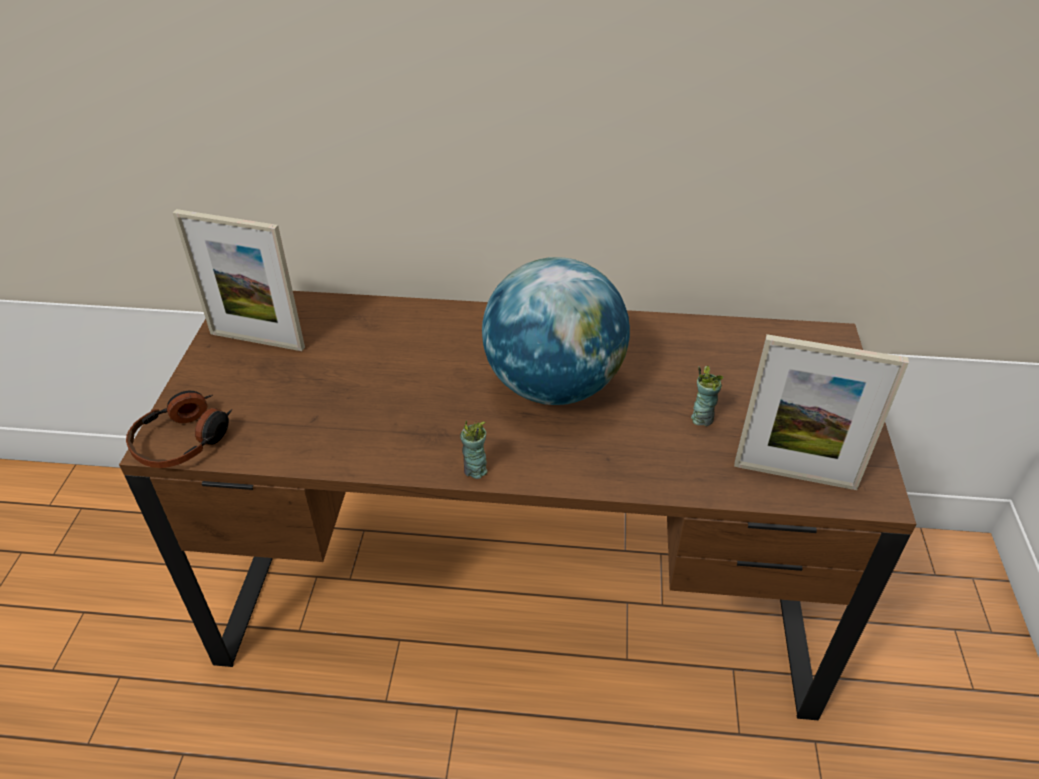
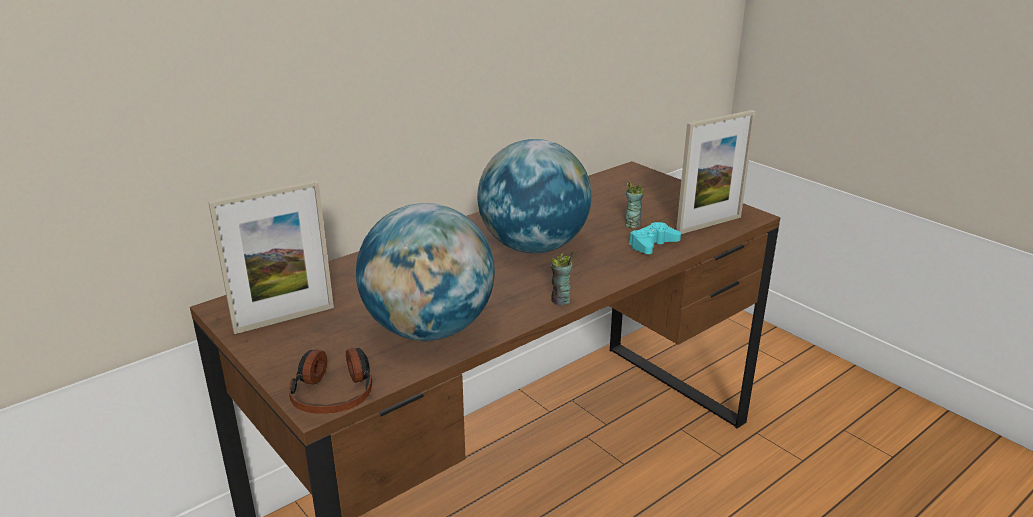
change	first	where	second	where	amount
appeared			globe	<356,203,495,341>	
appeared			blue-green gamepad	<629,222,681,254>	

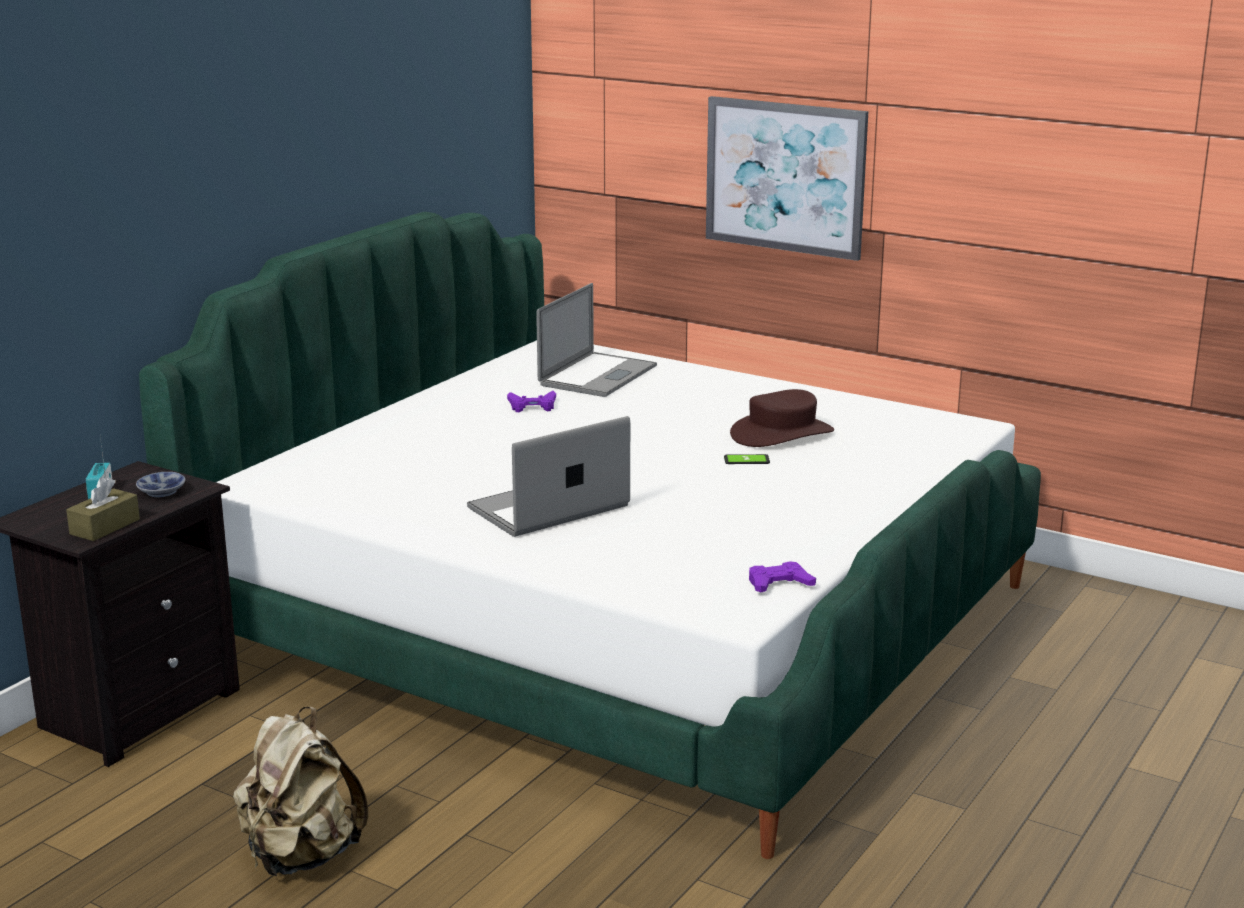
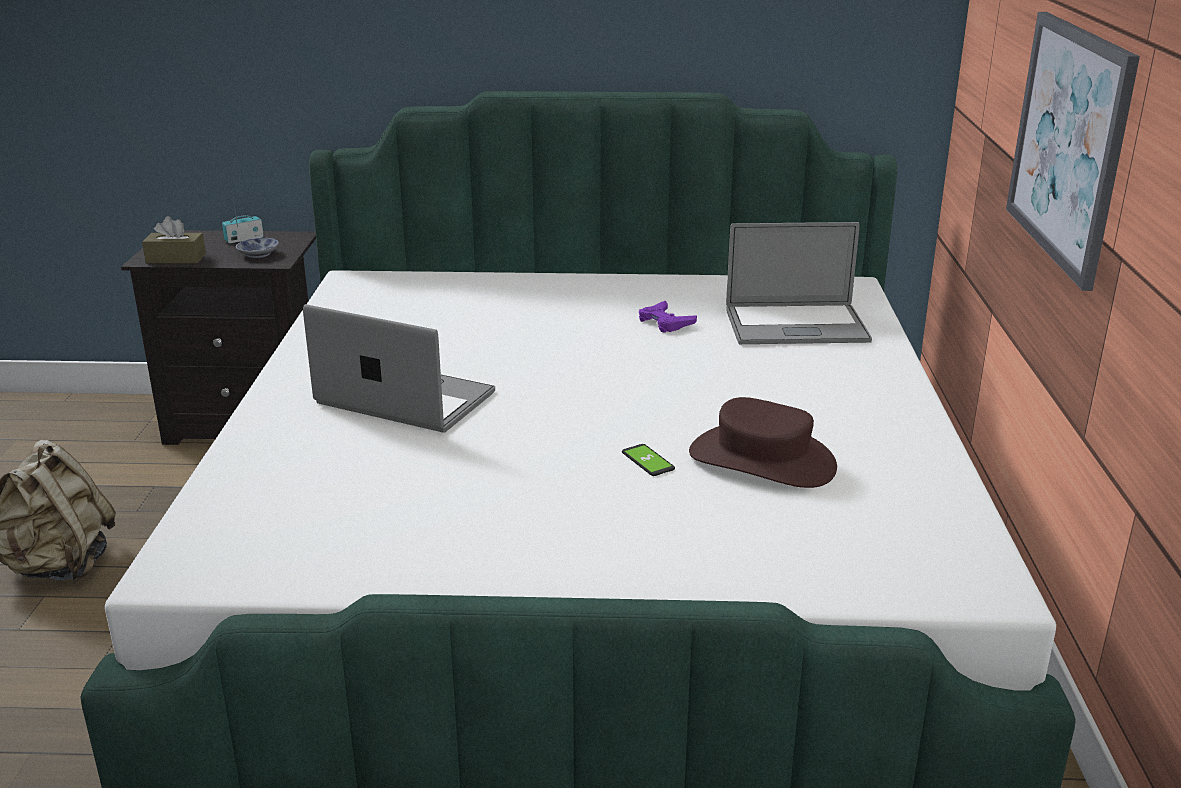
change	first	where	second	where	amount
missing	purple-coloured gamepad	<749,561,816,592>			

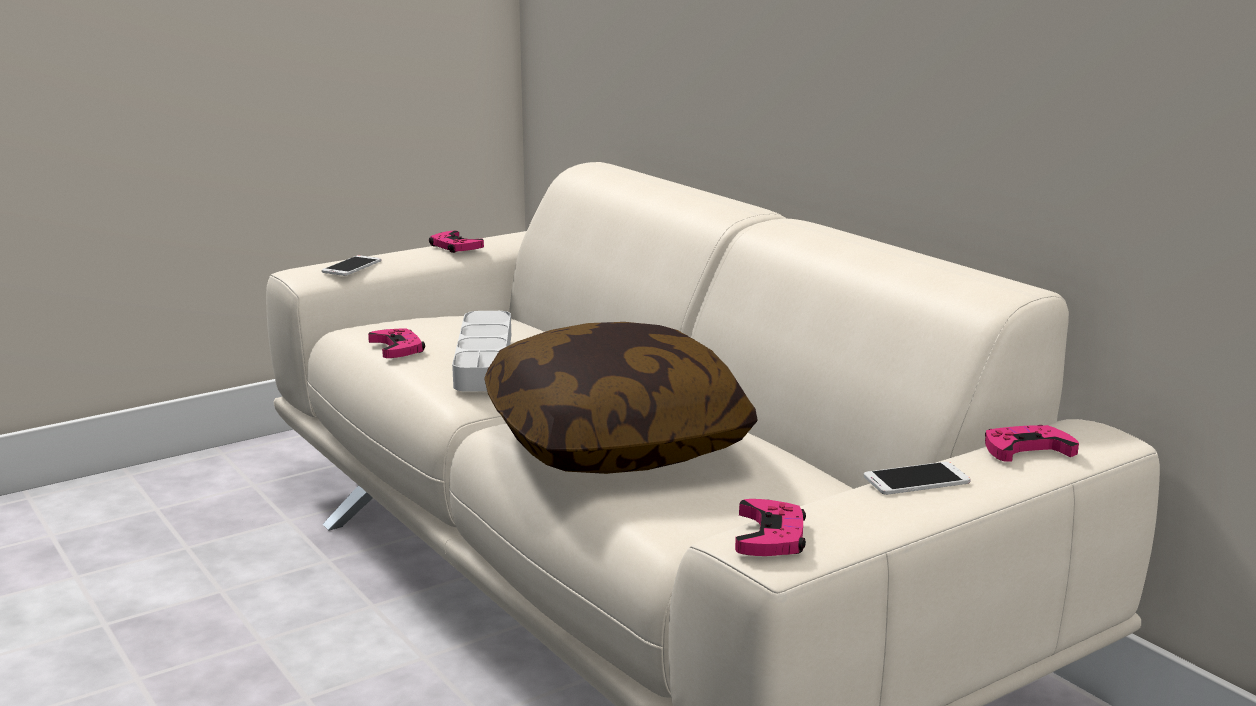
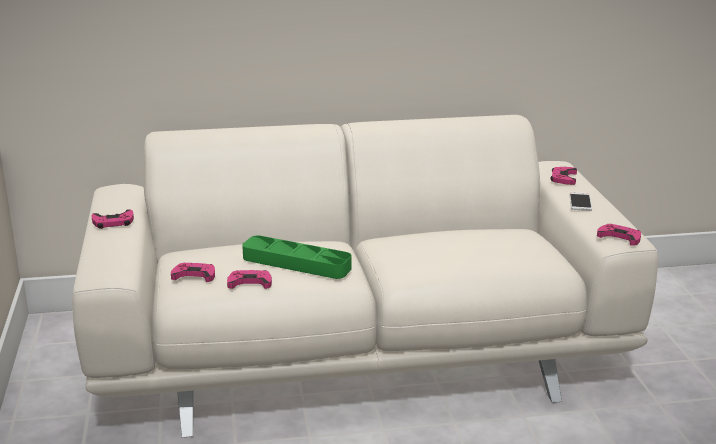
change	first	where	second	where	amount
missing	telephone	<322,255,381,276>			
colour	gray tray	<452,311,511,392>	green tray	<242,235,352,279>	
missing	cushion	<485,322,757,474>			
appeared			pinkish gamepad	<171,263,215,282>	

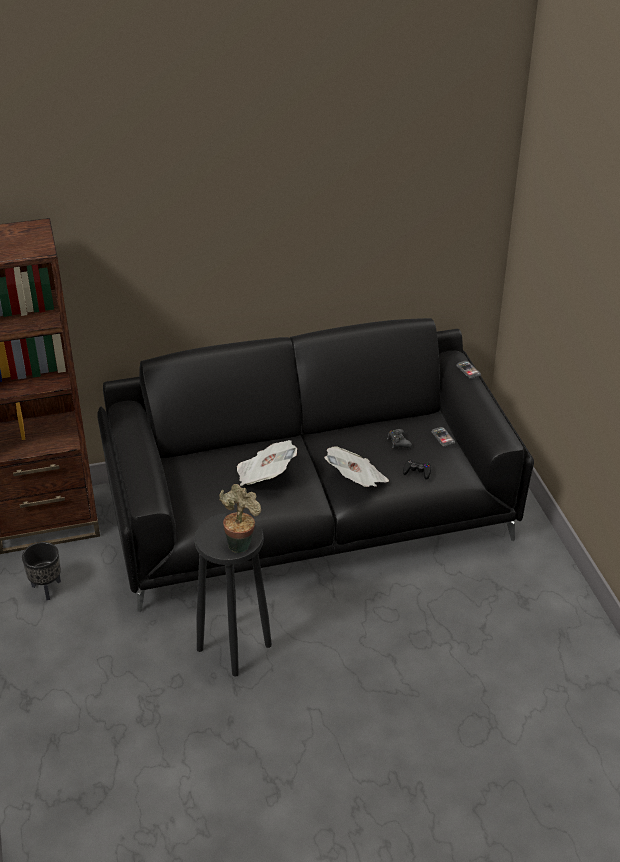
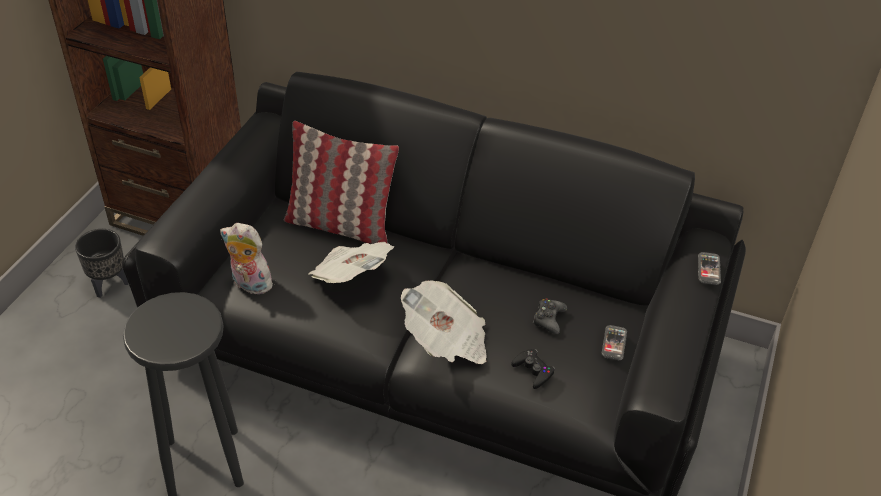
change	first	where	second	where	amount
missing	potted plant	<219,484,261,553>			
appeared			cushion	<284,121,399,244>	
appeared			soft toy	<220,223,273,294>	

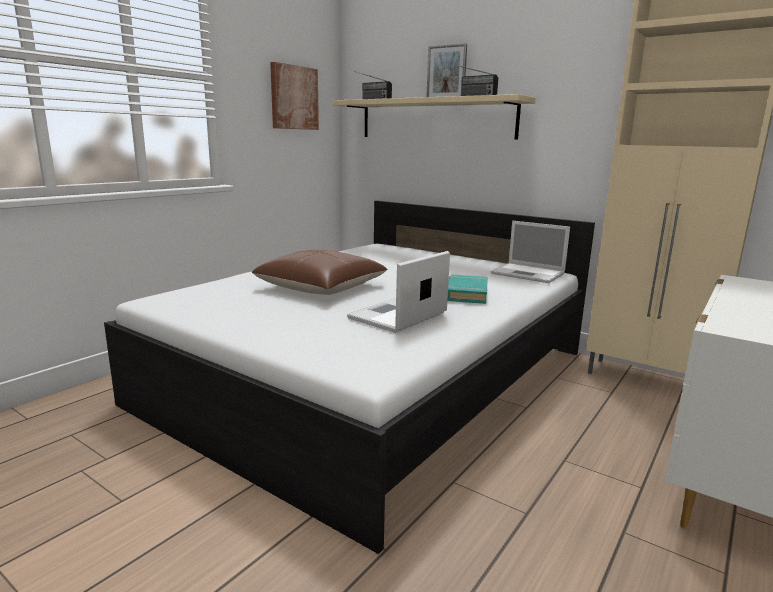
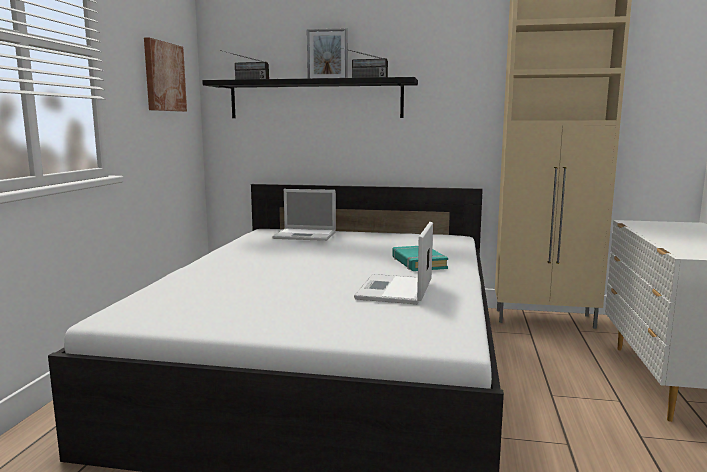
change	first	where	second	where	amount
colour	beige-coloured wall shelf	<333,94,536,140>	blackish wall shelf	<202,77,418,118>	
relocated	notebook computer	<491,221,570,283>		<272,189,336,241>	
missing	brown cushion	<252,250,388,295>			

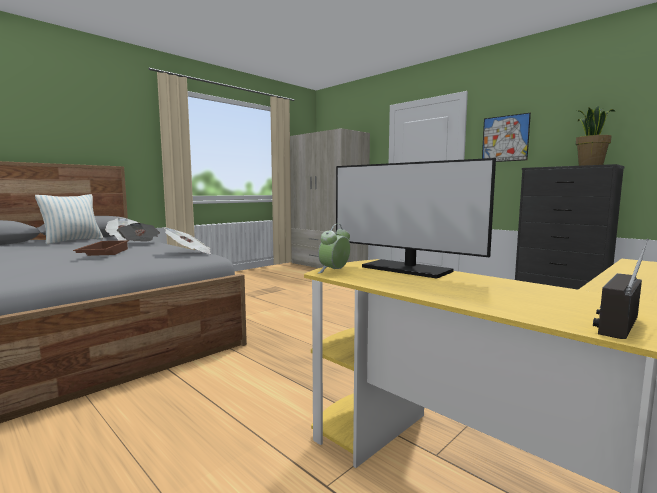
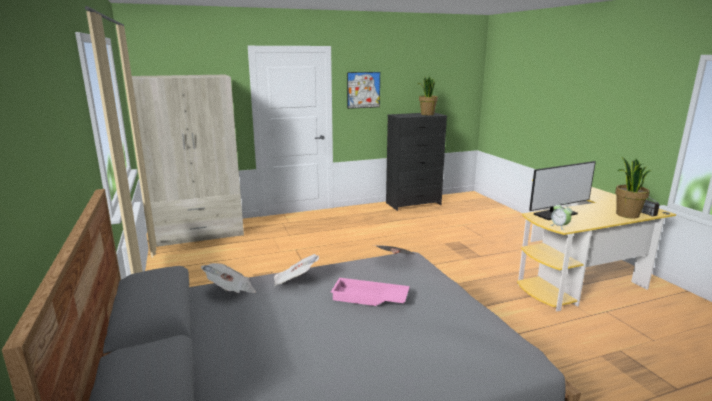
change	first	where	second	where	amount
missing	cushion	<35,194,103,244>			
colour	brown tray	<73,240,129,256>	pinkish tray	<331,278,410,306>	
appeared			potted plant	<615,156,652,219>	

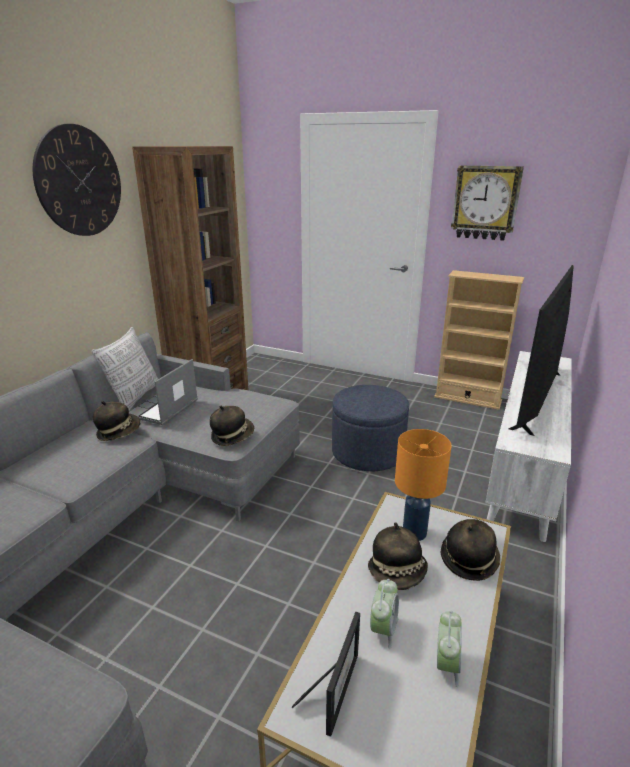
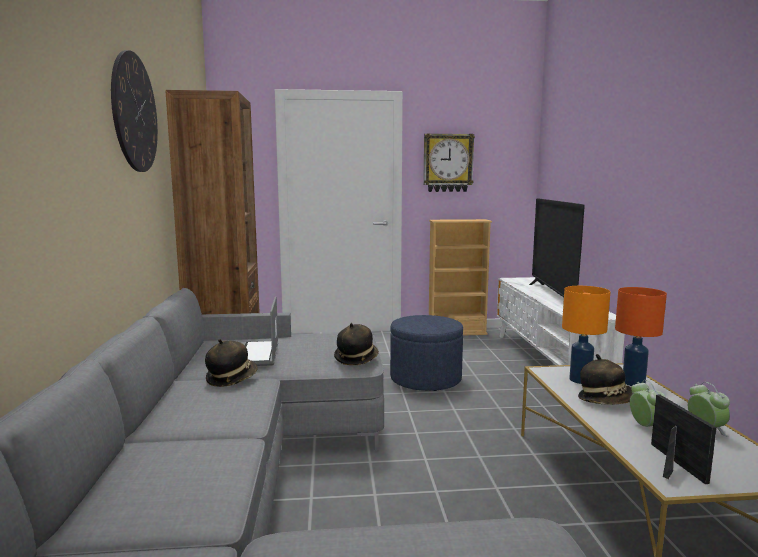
change	first	where	second	where	amount
missing	cushion	<91,327,158,410>			
exchanged	clothing hat	<440,519,500,581>	orangey tabletop lamp	<615,287,667,386>	

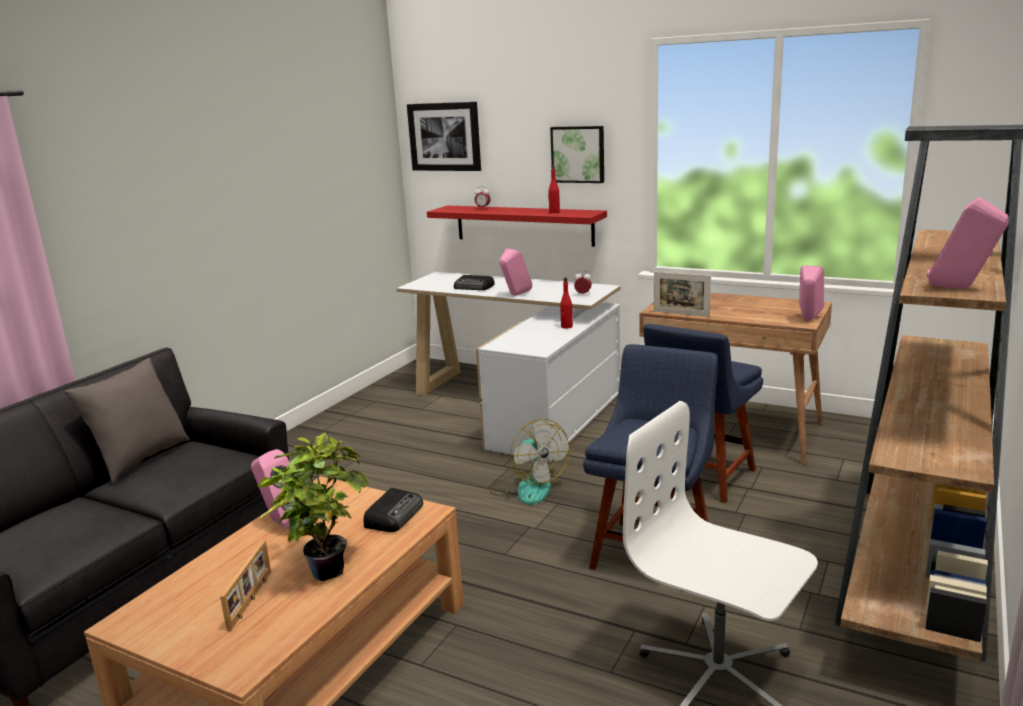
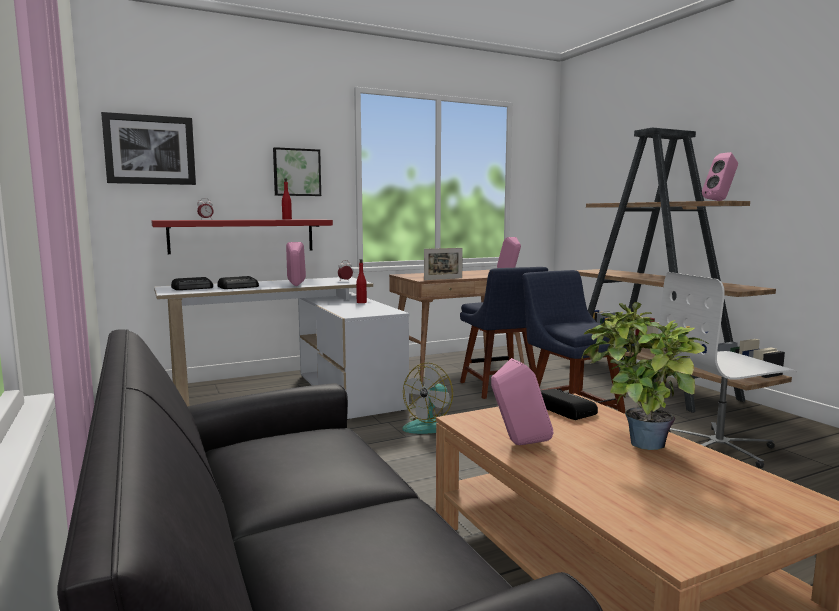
change	first	where	second	where	amount
missing	gray cushion	<64,358,190,483>			
spun	fan	<490,419,570,505>		<402,363,453,434>	120 degrees clockwise
missing	picture frame	<220,540,271,631>			
appeared			radio set	<171,277,213,290>	

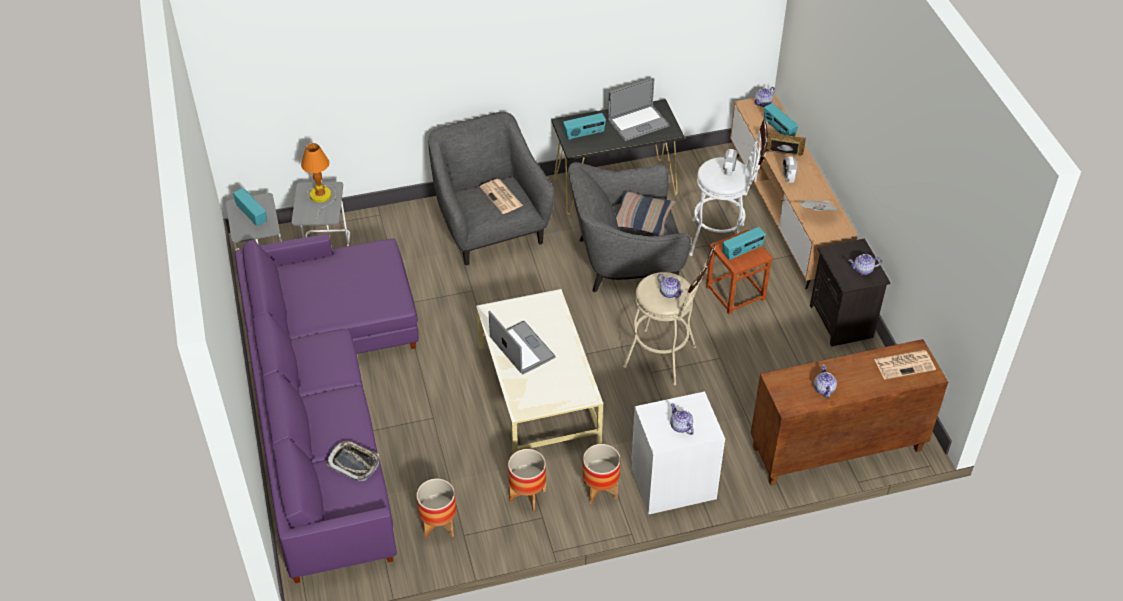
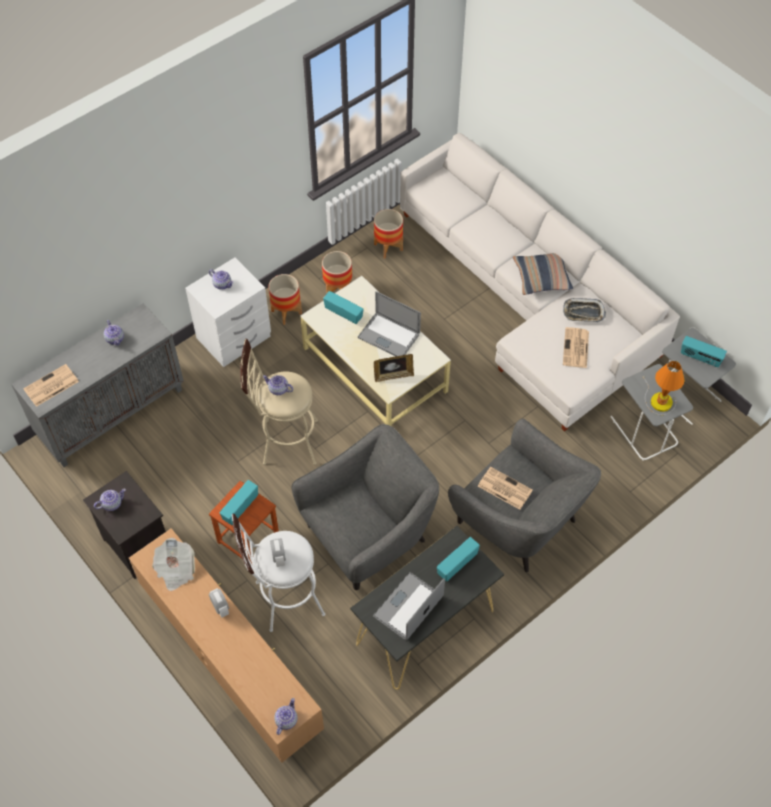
change	first	where	second	where	amount
relocated	radio set	<764,103,798,136>		<323,291,364,324>	
relocated	picture frame	<766,132,806,156>		<374,354,414,382>	
relocated	cushion	<616,191,676,236>		<513,253,573,295>	
colour	purple-coloured settee	<235,234,419,583>	whitish settee	<400,133,680,431>	
colour	brown storage cabinet	<751,339,948,485>	gray storage cabinet	<11,303,184,467>	
relocated	tray	<327,441,379,481>		<563,298,606,322>	
appeared			daily paper	<563,327,589,368>	

